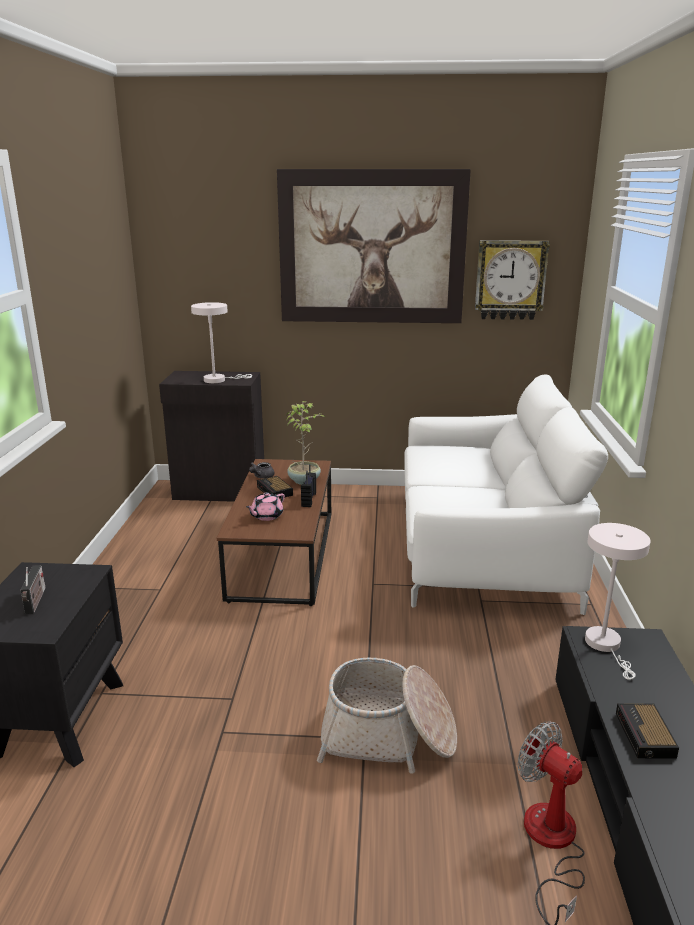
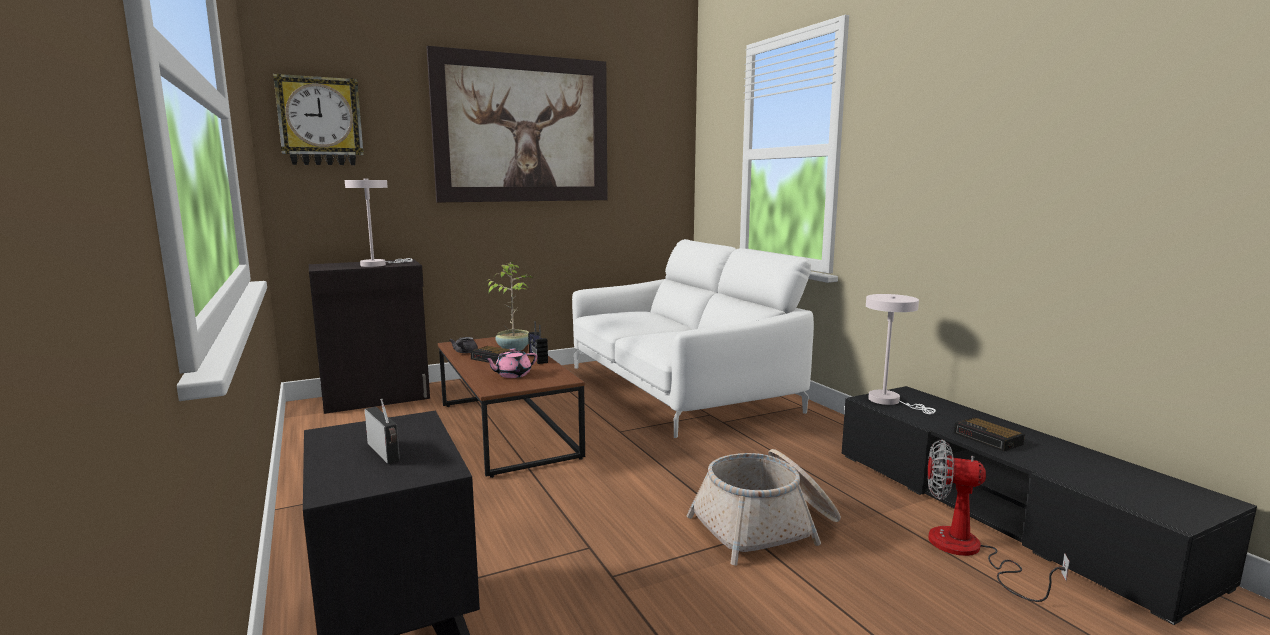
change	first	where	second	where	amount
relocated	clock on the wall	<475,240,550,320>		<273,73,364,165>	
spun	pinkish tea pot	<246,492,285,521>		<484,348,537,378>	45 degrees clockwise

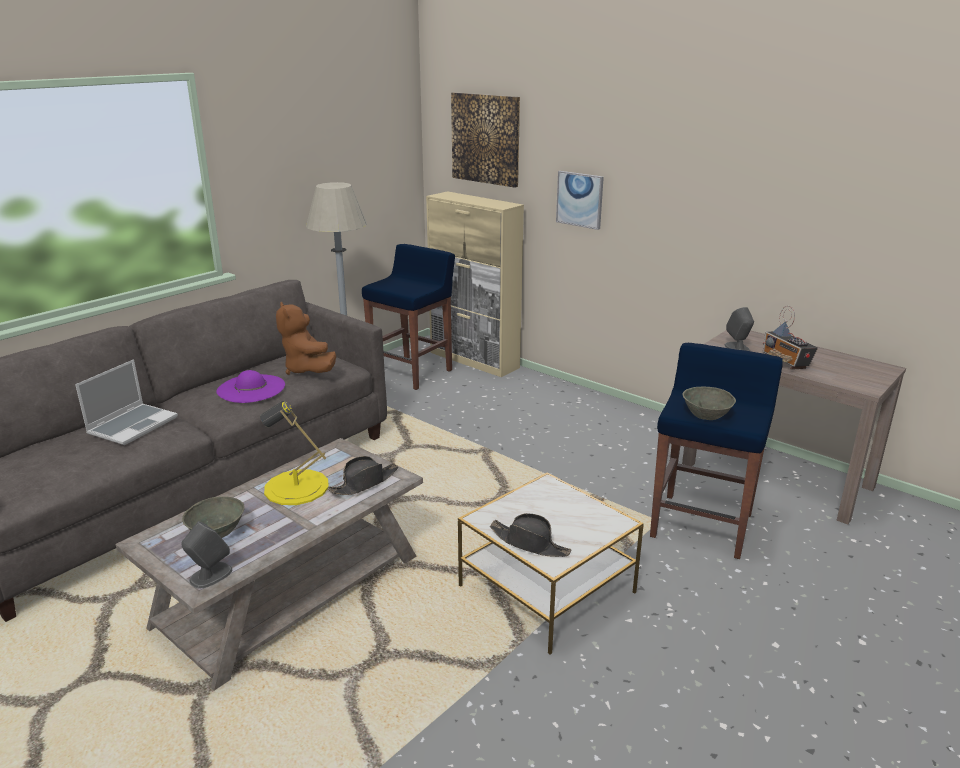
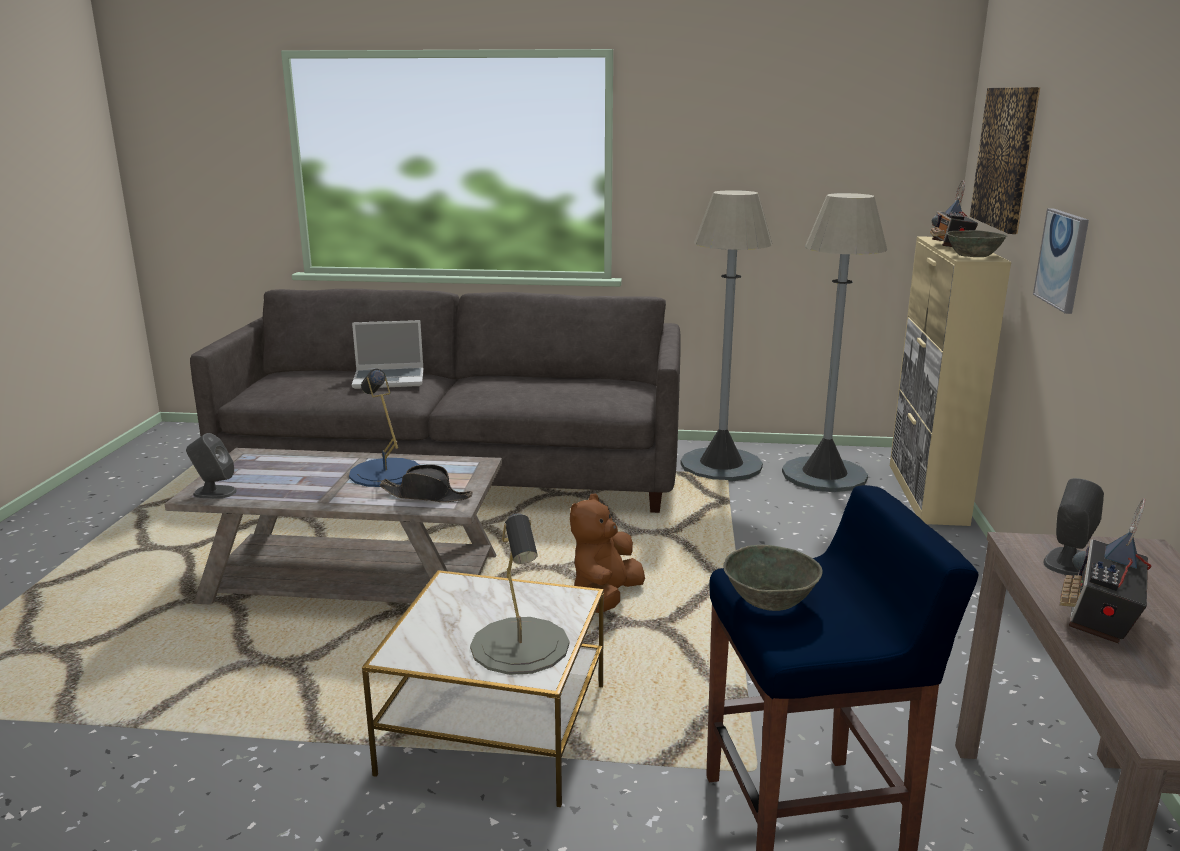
change	first	where	second	where	amount
exchanged	blue stool	<362,244,455,390>	gray standing lamp	<782,193,887,492>	
relocated	brown soft toy	<276,302,336,375>		<570,494,645,613>	
missing	purple-coloured clothing hat	<216,370,285,403>			
colour	yellowish tabletop lamp	<260,401,329,505>	blue tabletop lamp	<349,369,419,487>	
relocated	gray deep dish	<182,496,245,538>		<946,230,1007,257>	
missing	blackish clothing hat	<490,513,571,557>			
appeared			radio set	<930,180,978,247>	
appeared			gray tabletop lamp	<470,513,569,675>	

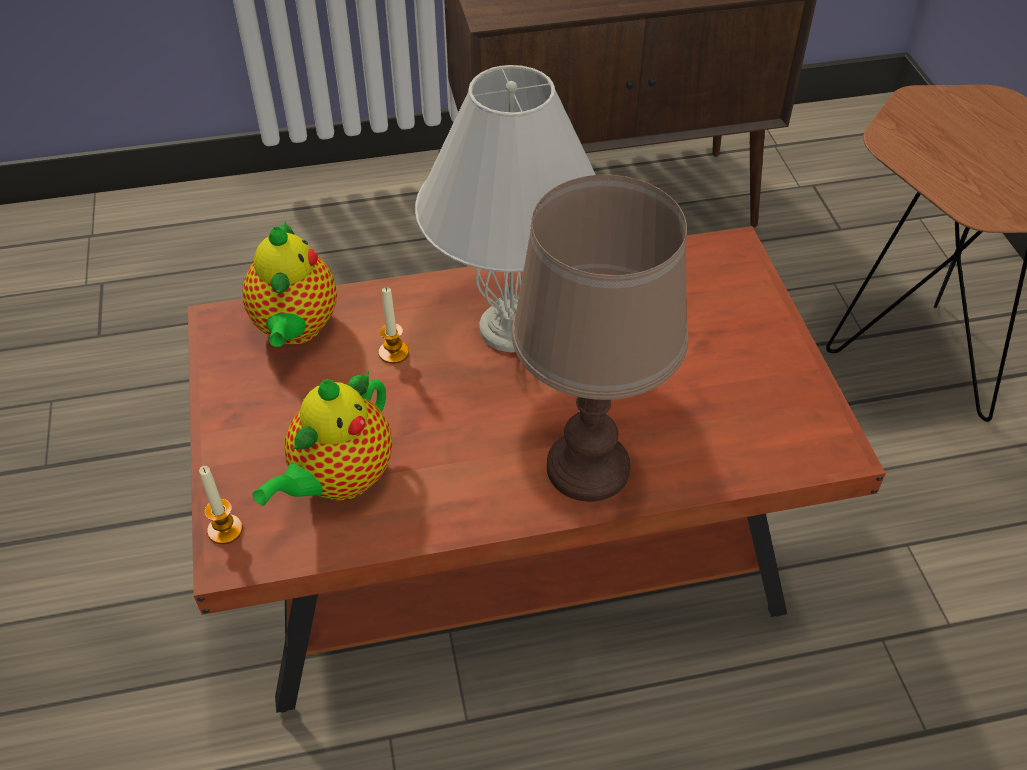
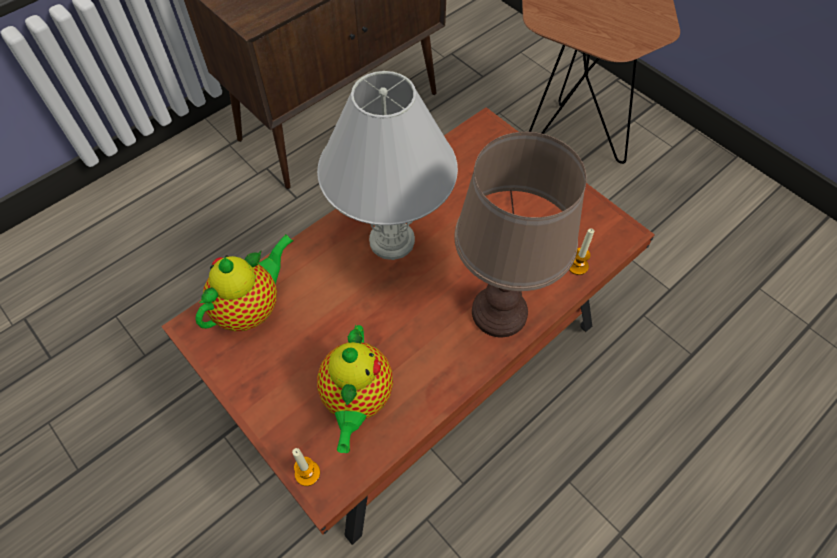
change	first	where	second	where	amount
spun	tea pot	<242,222,337,347>		<195,234,294,332>	105 degrees counterclockwise
relocated	wax light	<379,288,409,364>		<569,229,594,275>	

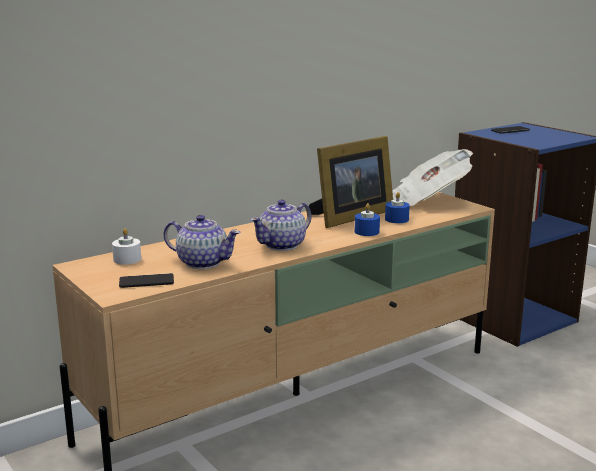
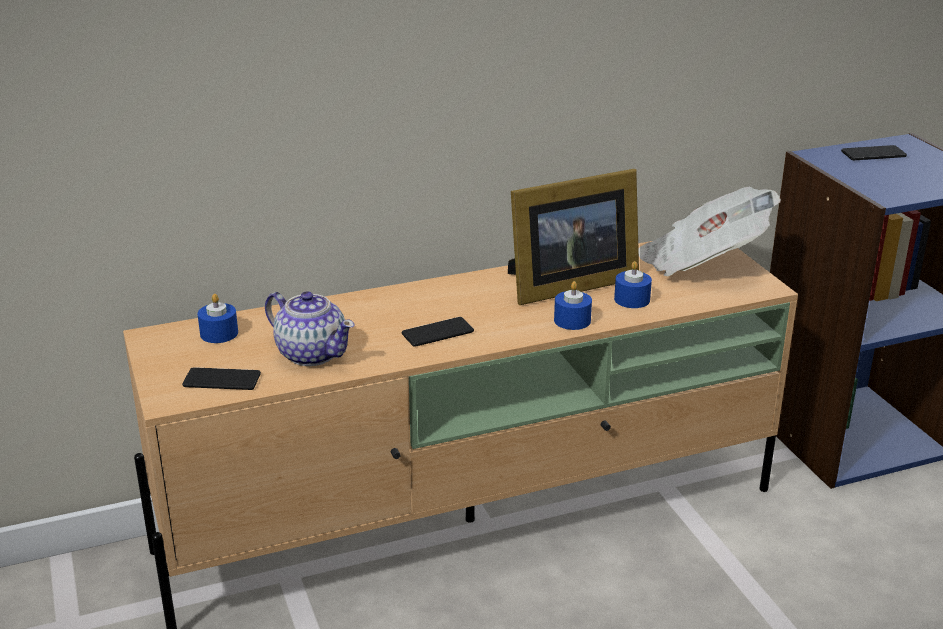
change	first	where	second	where	amount
exchanged	tea pot	<250,199,312,251>	telephone	<402,317,474,347>	
colour	whitish wax light	<112,228,141,265>	blue wax light	<198,294,238,343>	

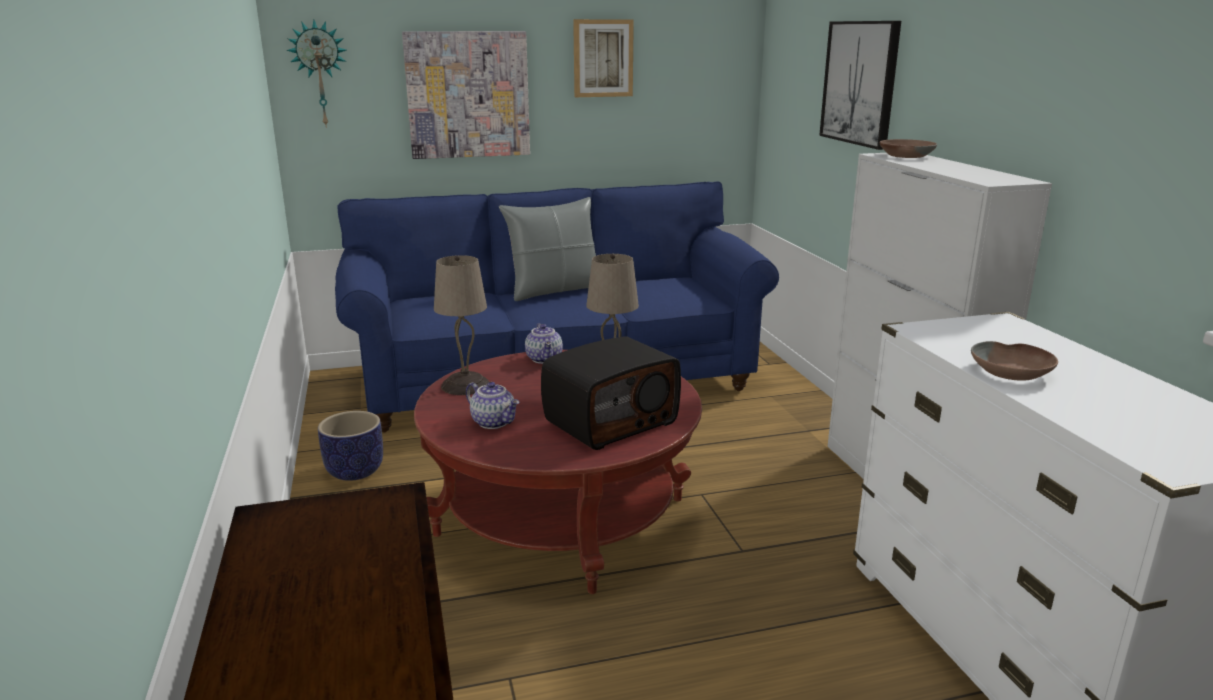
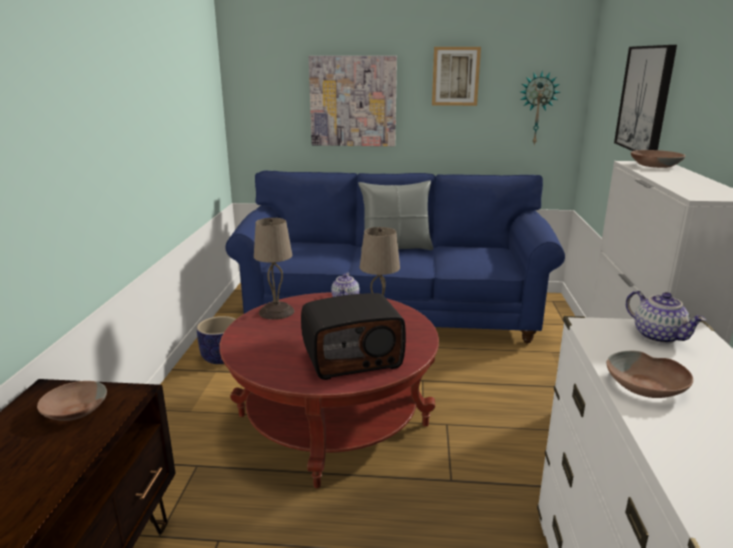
change	first	where	second	where	amount
relocated	clock on the wall	<287,20,347,128>		<520,70,560,145>	
relocated	tea pot	<466,382,520,429>		<626,291,706,344>	
appeared			brown deep dish	<37,381,107,421>	

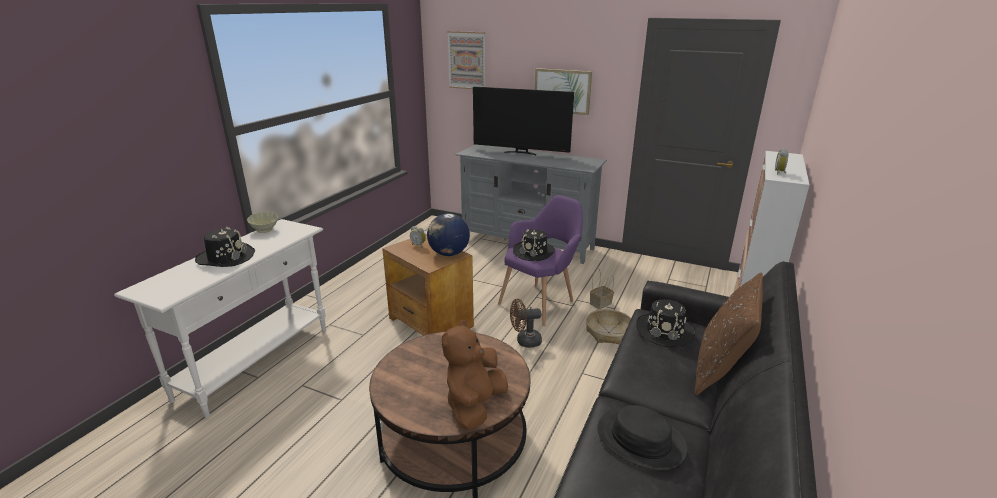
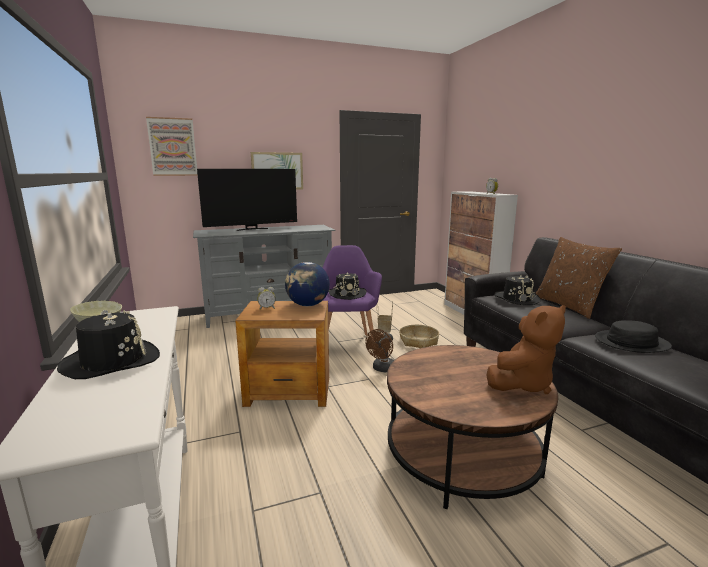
change	first	where	second	where	amount
spun	brown soft toy	<442,320,508,430>		<486,305,566,394>	105 degrees counterclockwise

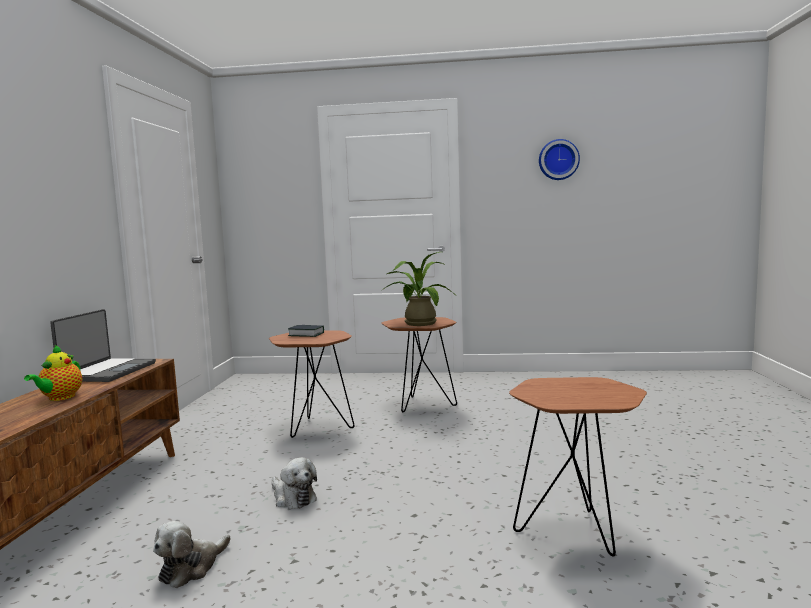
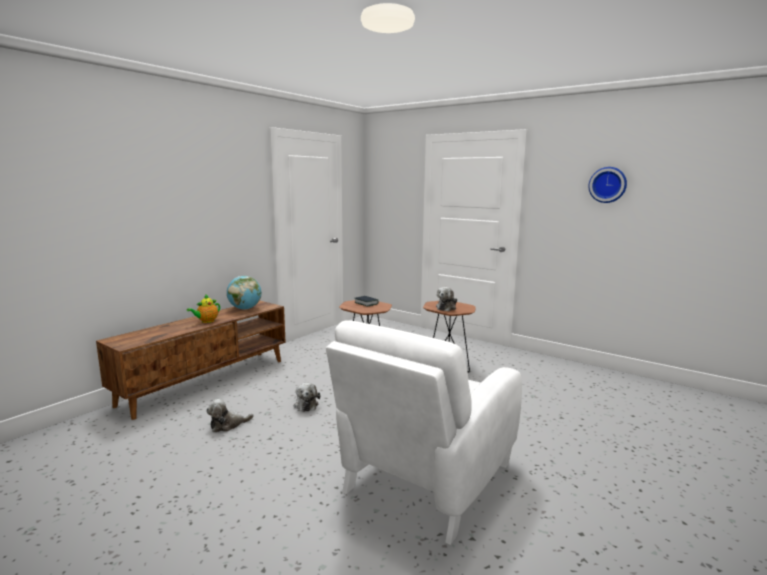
change	first	where	second	where	amount
exchanged	potted plant	<381,252,458,326>	soft toy	<436,287,457,311>	
exchanged	notebook computer	<50,309,156,382>	globe	<227,276,262,310>	
exchanged	brown side table	<509,377,647,556>	whitish lounge chair	<326,320,522,545>	

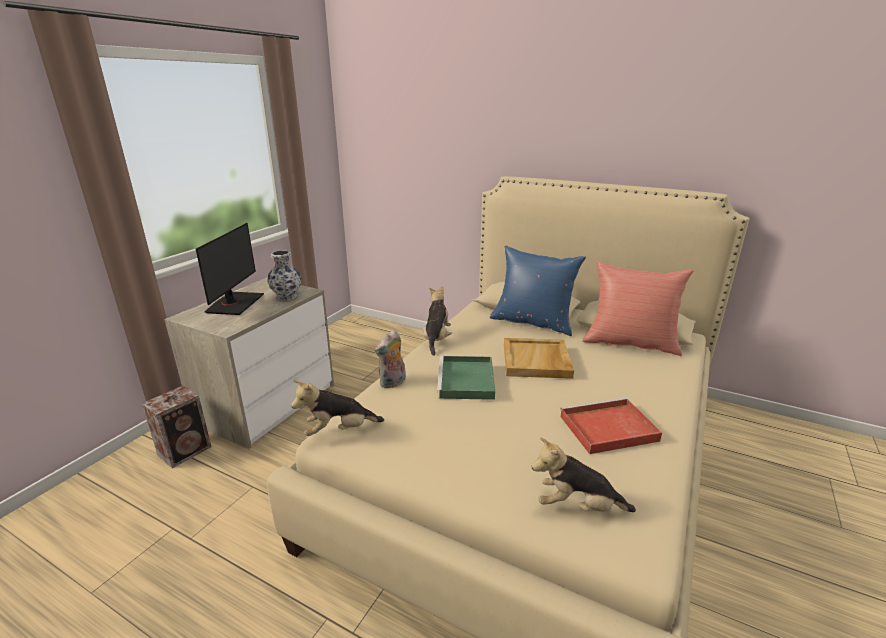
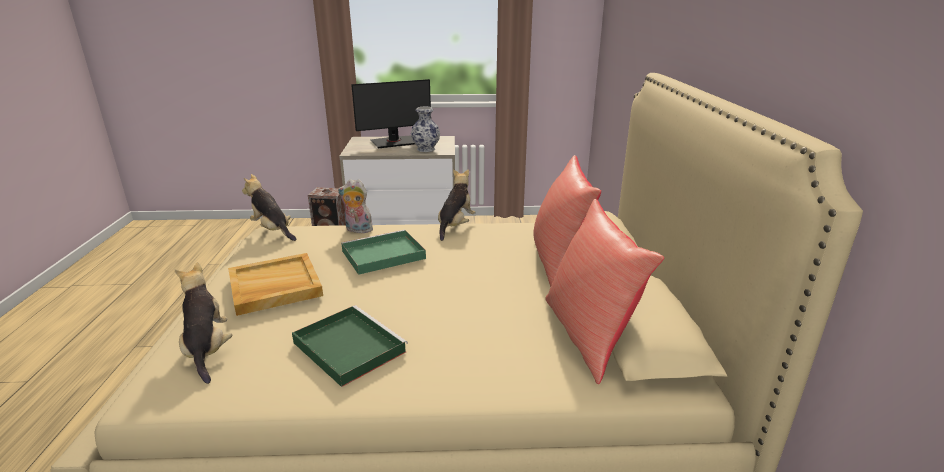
change	first	where	second	where	amount
colour	blue cushion	<490,246,586,336>	red-coloured cushion	<534,155,601,287>	
spun	soft toy	<423,286,452,356>		<438,169,476,241>	45 degrees counterclockwise
relocated	beige-coloured tray	<504,338,574,379>		<228,253,323,316>	
colour	red-coloured tray	<560,398,662,454>	green tray	<292,305,408,387>	

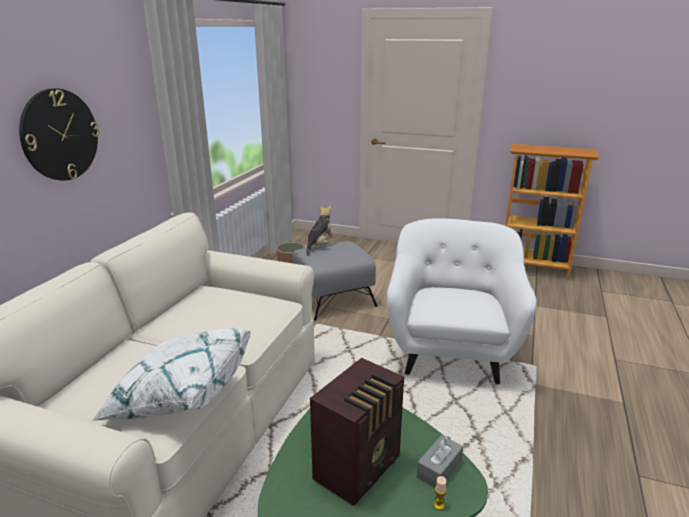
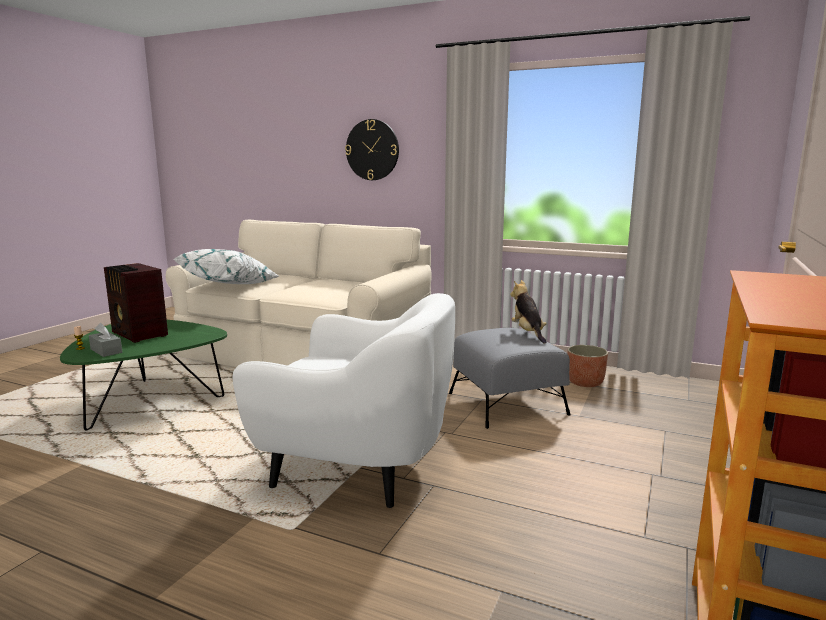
change	first	where	second	where	amount
spun	soft toy	<307,205,335,255>		<510,280,547,344>	135 degrees counterclockwise

